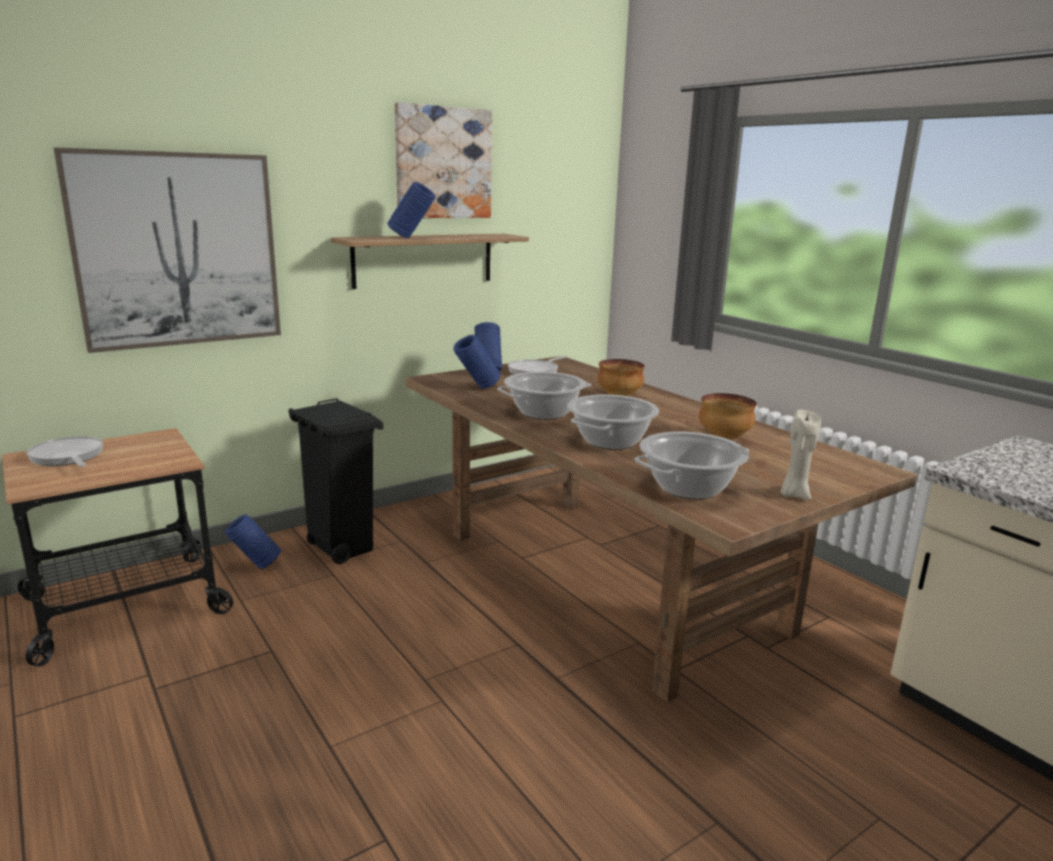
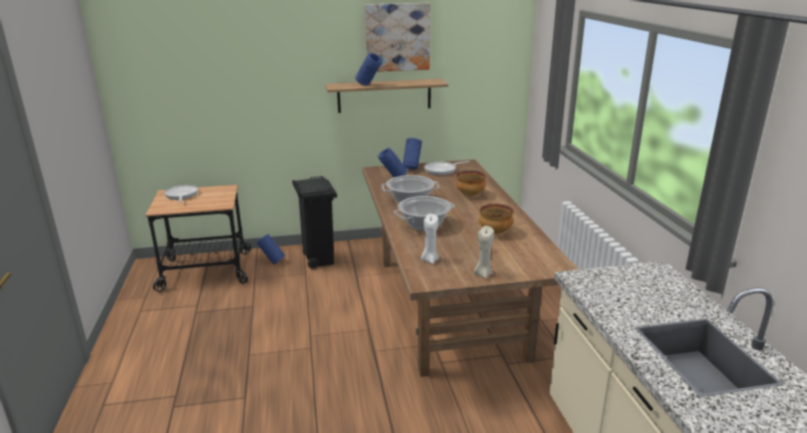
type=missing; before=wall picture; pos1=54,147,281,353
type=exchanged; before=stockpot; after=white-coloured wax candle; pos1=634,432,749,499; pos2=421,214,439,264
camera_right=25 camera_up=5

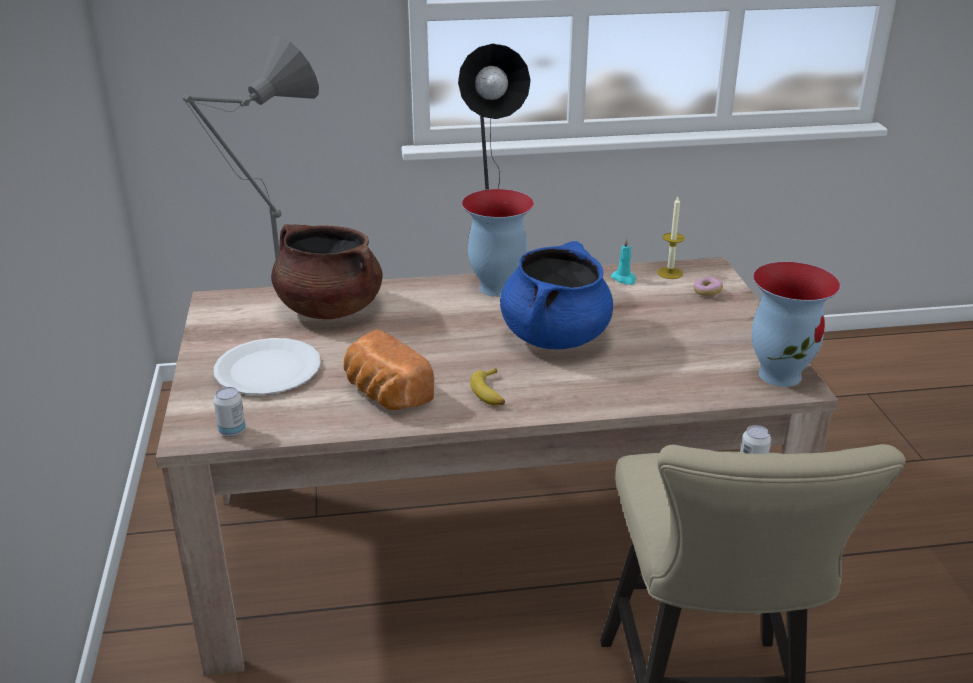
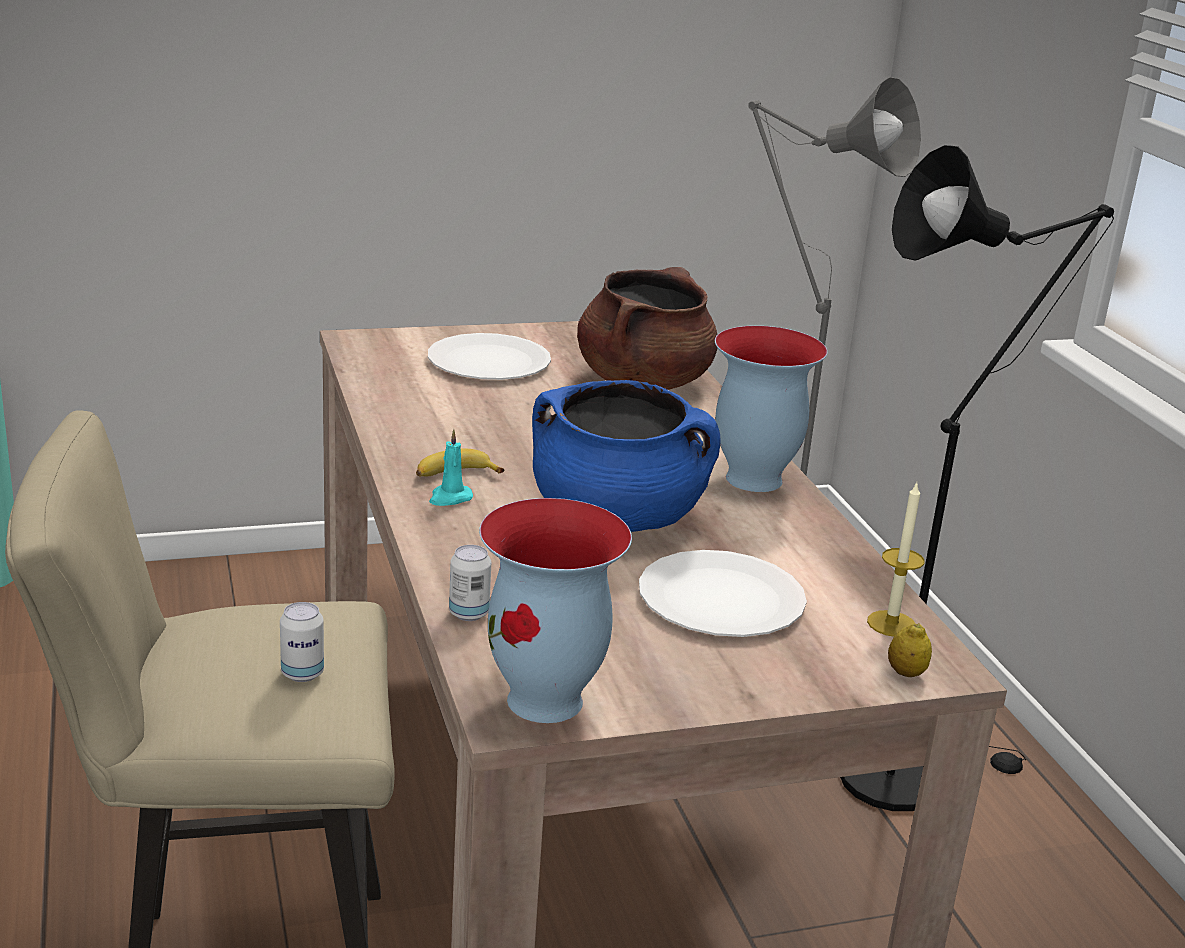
type=relocated; before=blue-green wax candle; pos1=611,238,636,285; pos2=429,429,473,506
type=missing; before=donut; pos1=693,277,723,296
type=missing; before=bread; pos1=344,330,434,410
type=relocated; before=metal can; pos1=214,387,246,437; pos2=449,545,491,621
type=appeared; after=white-coloured dinner plate; pos2=639,550,807,637
type=appeared; after=whole lemon; pos2=888,623,932,677
camera_right=80 camera_up=-5

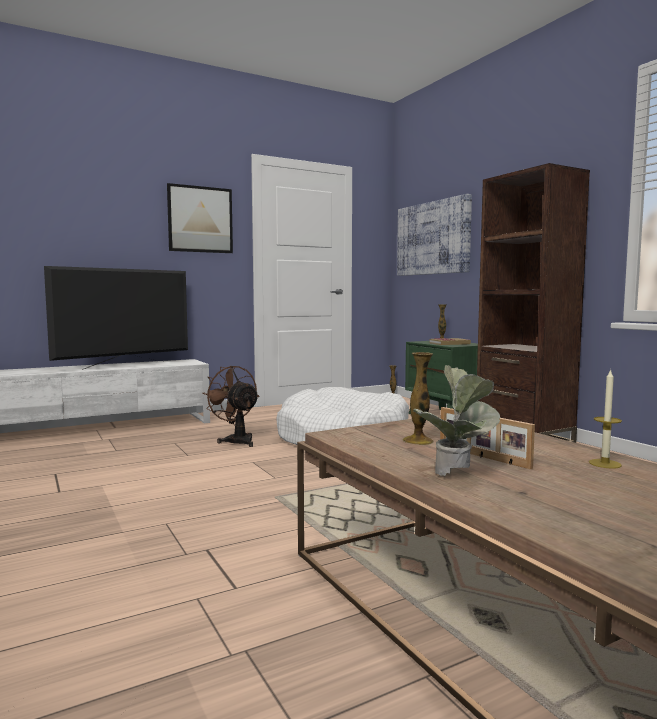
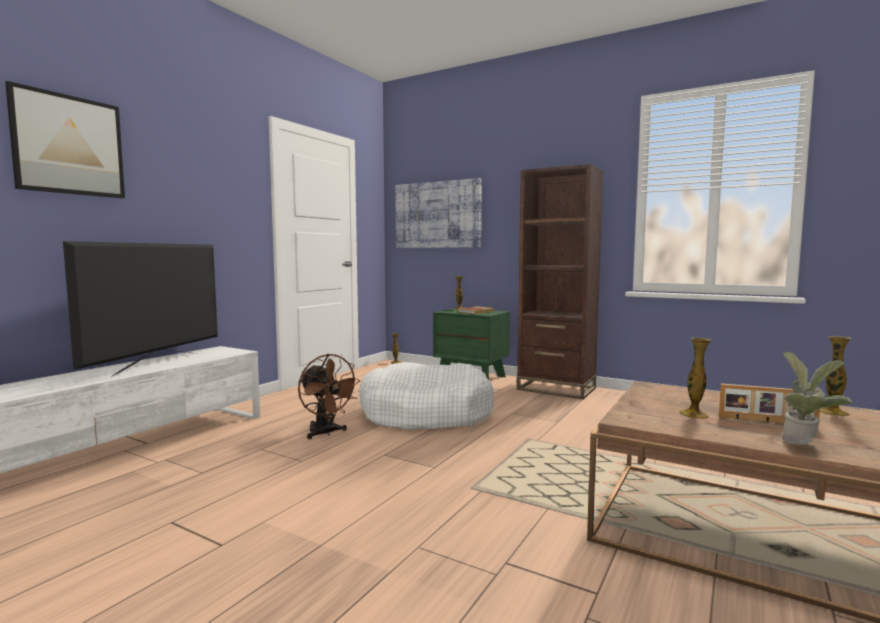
type=relocated; before=wall picture; pos1=167,183,233,253; pos2=5,81,125,198
type=spun; before=brown cooling fan; pos1=202,366,259,447; pos2=298,354,361,439; turn=-150
type=exchanged; before=wax candle; after=vase; pos1=589,369,622,469; pos2=820,336,851,416
camera_right=-30 camera_up=0

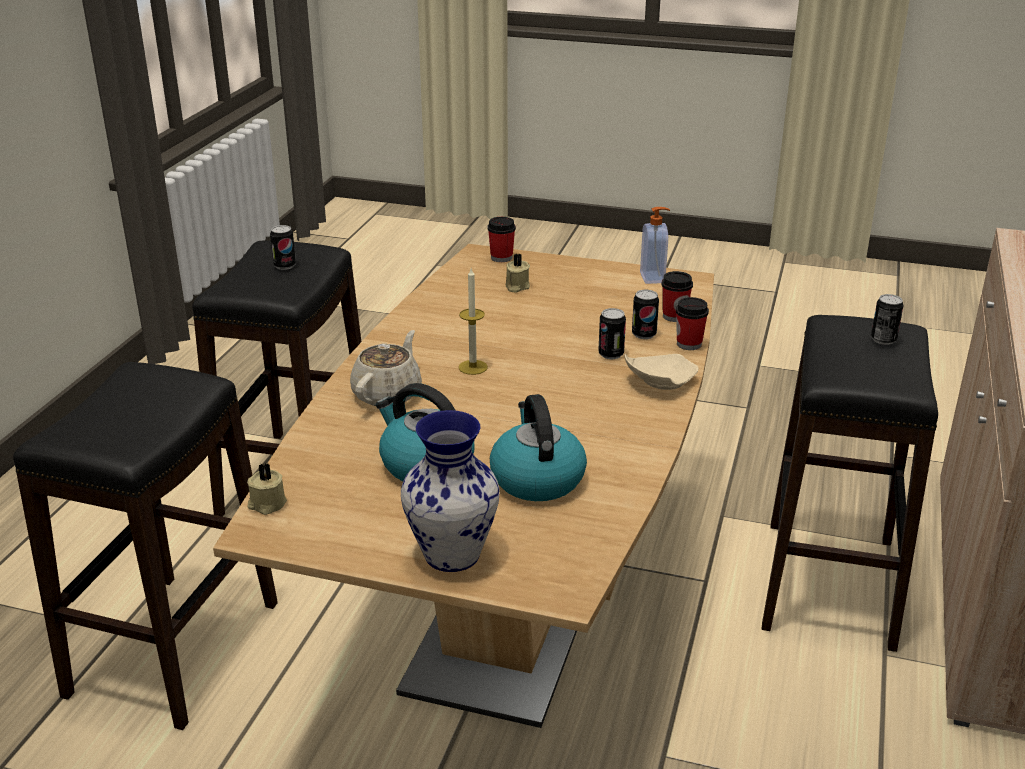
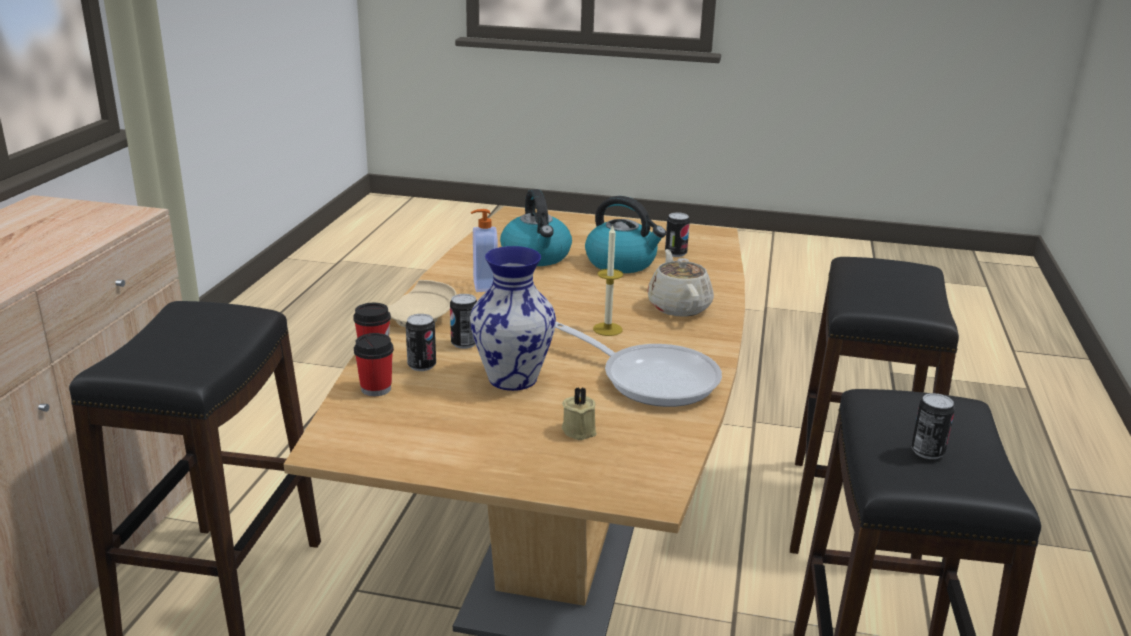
type=relocated; before=soap bottle; pos1=640,207,670,284; pos2=471,209,498,292
type=missing; before=small cup; pos1=487,217,516,262
type=relocated; before=metal can; pos1=871,294,904,345; pos2=665,212,690,257
type=spun; before=beige-coloured tea pot; pos1=350,330,422,406; pos2=647,249,714,317; turn=150
type=relocated; before=vase; pos1=401,410,500,572; pos2=470,246,556,391
type=missing; before=beige-coloured wax candle; pos1=247,463,287,515
type=appeared; after=pan; pos2=555,322,722,407
camera_right=175 camera_up=-5

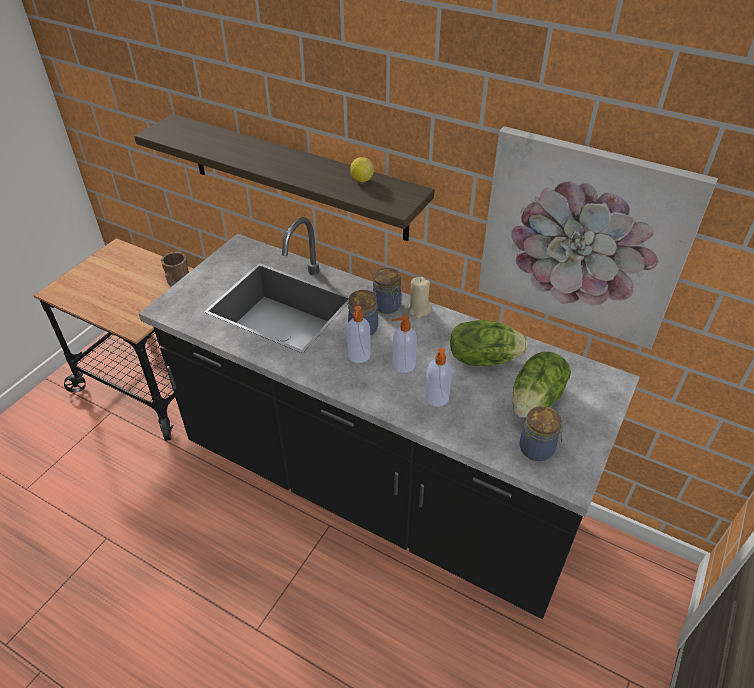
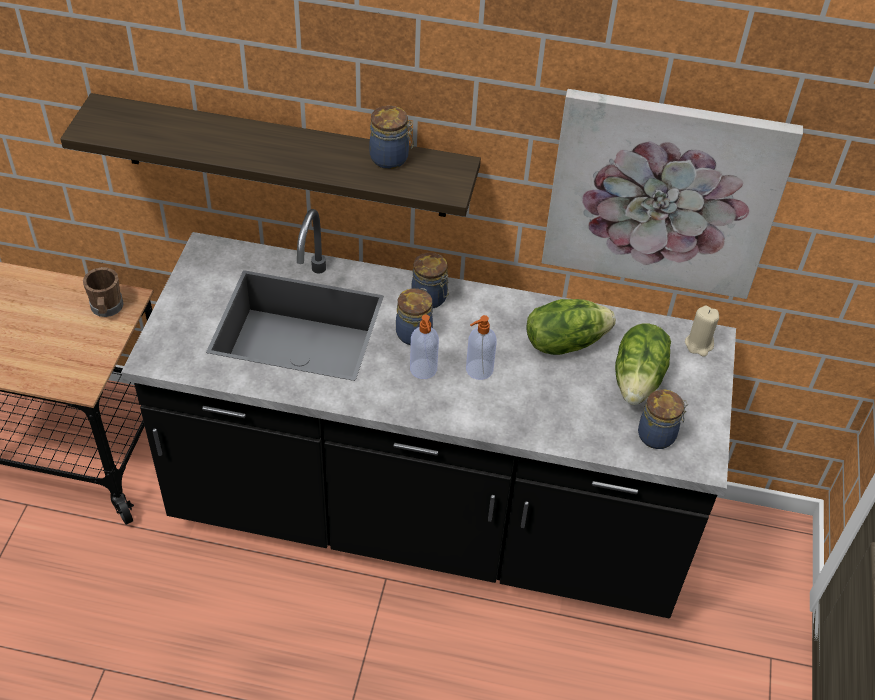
type=exchanged; before=whole lemon; after=storage jar; pos1=351,157,374,182; pos2=369,106,414,169
type=relocated; before=beige-coloured wax candle; pos1=408,277,431,319; pos2=685,305,719,357
type=missing; before=soap bottle; pos1=425,348,452,407
camera_right=-20 camera_up=5

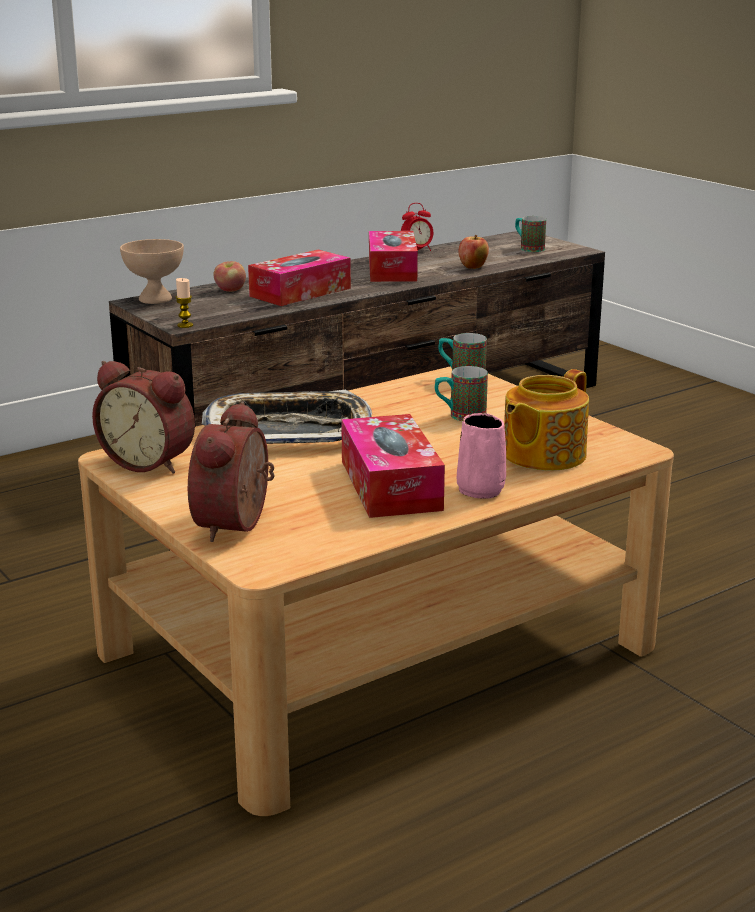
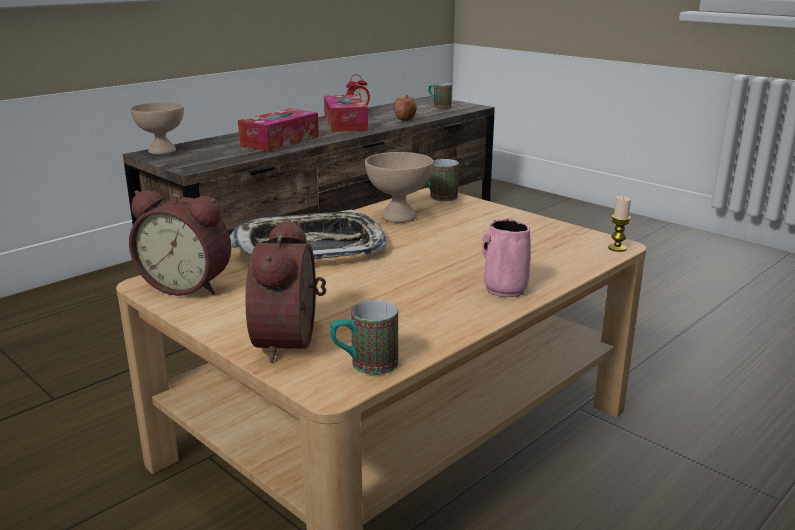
type=missing; before=whole apple; pos1=213,261,246,292
type=relocated; before=wax candle; pos1=175,278,193,328; pos2=608,196,631,252
type=relocated; before=coffee mug; pos1=435,366,488,421; pos2=330,300,398,375
type=missing; before=tea pot; pos1=504,369,589,471
type=missing; before=tissue holder; pos1=341,414,445,518
type=appeared; after=beige-coloured serving bowl; pos2=365,152,433,223
camera_right=-10 camera_up=0

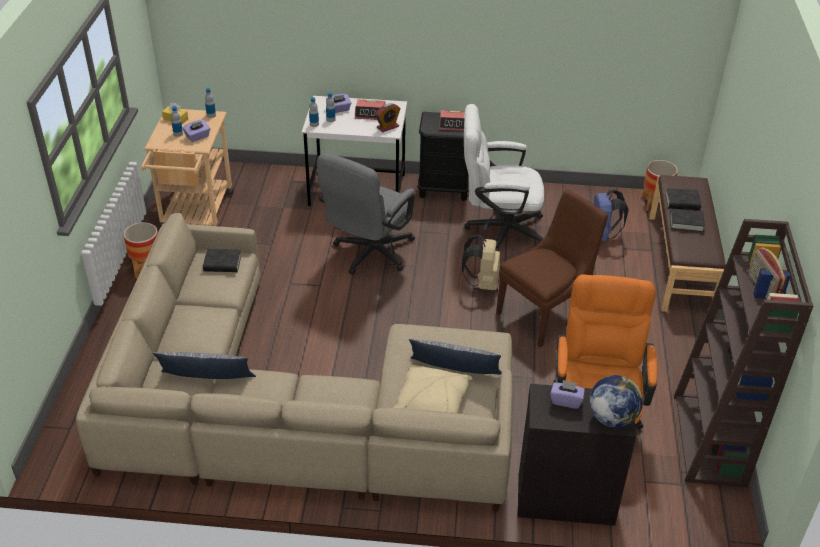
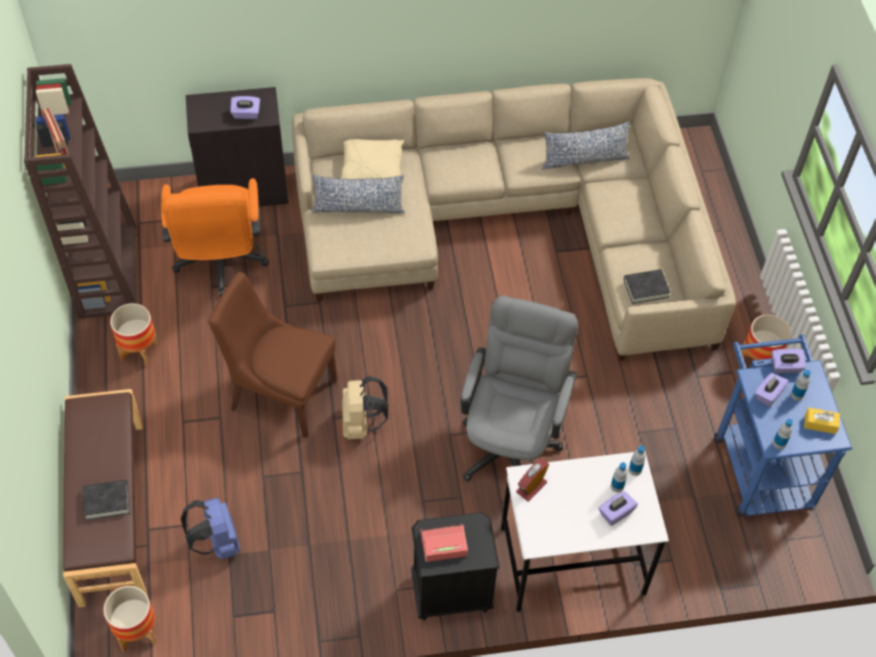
type=missing; before=alarm clock; pos1=355,99,385,120
type=missing; before=white-coloured office chair; pos1=464,104,544,251
type=colour; before=beige-coloured trolley; after=bluish trolley; pos1=141,108,234,227; pos2=714,334,852,516
type=spun; before=brown chair; pos1=496,190,608,348; pos2=208,272,337,438; turn=75
type=missing; before=black volume; pos1=670,208,705,232
type=missing; before=world globe; pos1=589,375,643,428
type=appeared; after=plant pot; pos2=110,303,159,366
type=appeared; after=purplish tissue holder; pos2=772,348,806,373
camera_right=165 camera_up=15

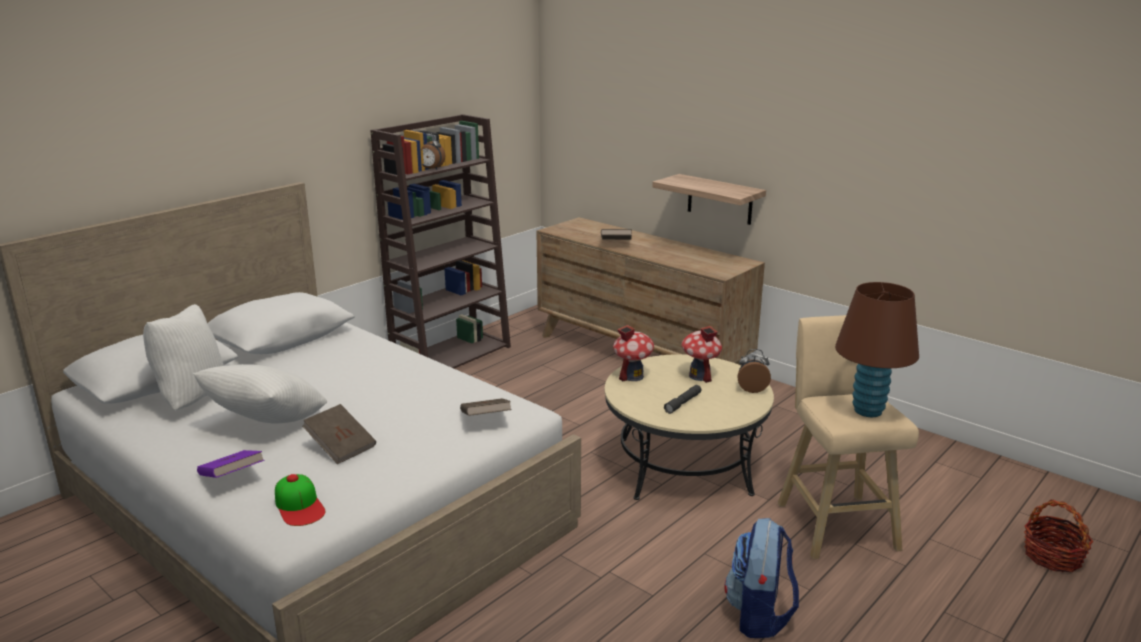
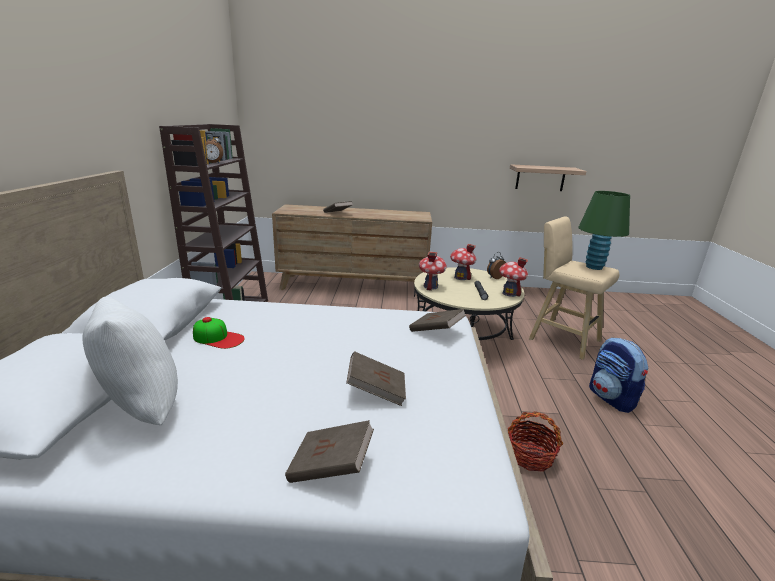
type=relocated; before=shelf; pos1=652,174,766,225; pos2=510,164,586,191
type=colour; before=brown lamp for a table; after=green-coloured lamp for a table; pos1=835,282,919,417; pos2=578,191,630,270
type=missing; before=white-coloured cushion; pos1=193,364,327,424
type=colour; before=purplish volume; after=brown volume; pos1=197,450,265,478; pos2=285,420,374,483
type=relocated; before=peaked cap; pos1=275,474,325,526; pos2=193,317,245,349
type=relocated; before=basket; pos1=1024,499,1094,572; pos2=508,411,563,472
type=appeared; after=model house; pos2=499,257,528,297
camera_right=-40 camera_up=0

